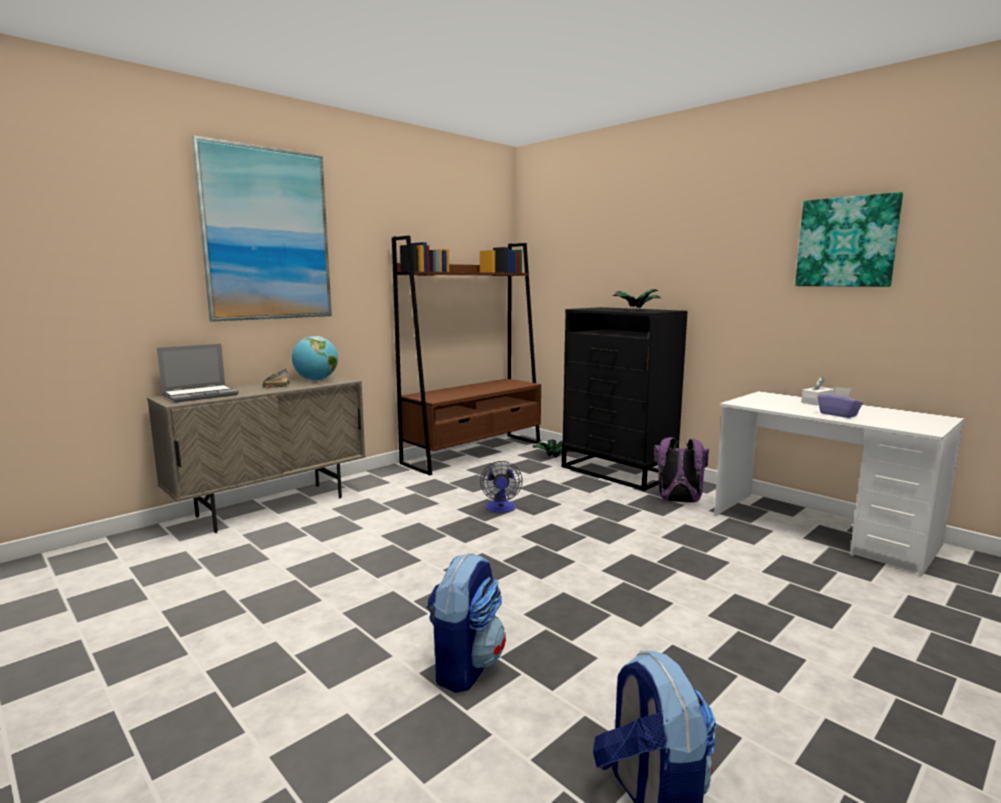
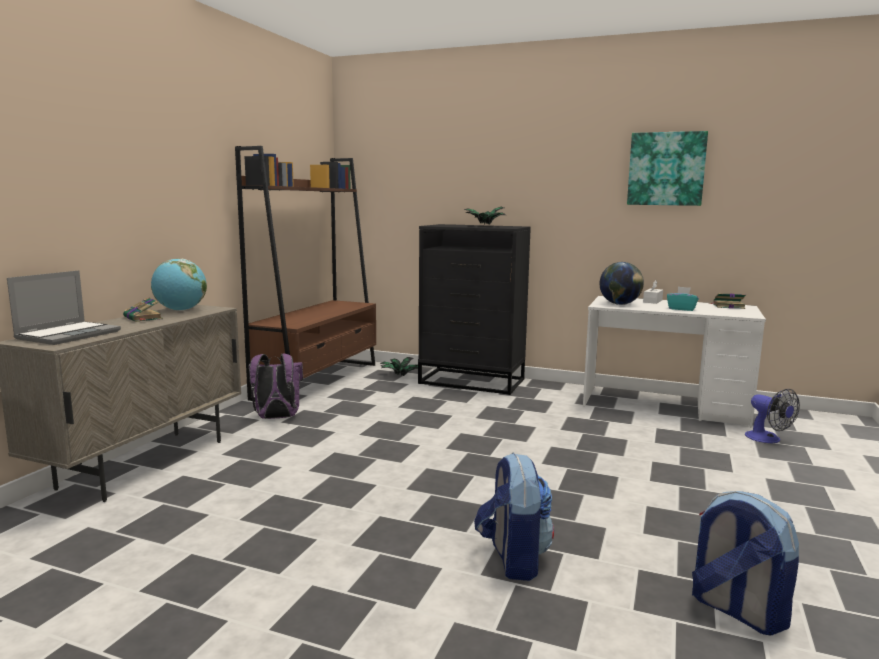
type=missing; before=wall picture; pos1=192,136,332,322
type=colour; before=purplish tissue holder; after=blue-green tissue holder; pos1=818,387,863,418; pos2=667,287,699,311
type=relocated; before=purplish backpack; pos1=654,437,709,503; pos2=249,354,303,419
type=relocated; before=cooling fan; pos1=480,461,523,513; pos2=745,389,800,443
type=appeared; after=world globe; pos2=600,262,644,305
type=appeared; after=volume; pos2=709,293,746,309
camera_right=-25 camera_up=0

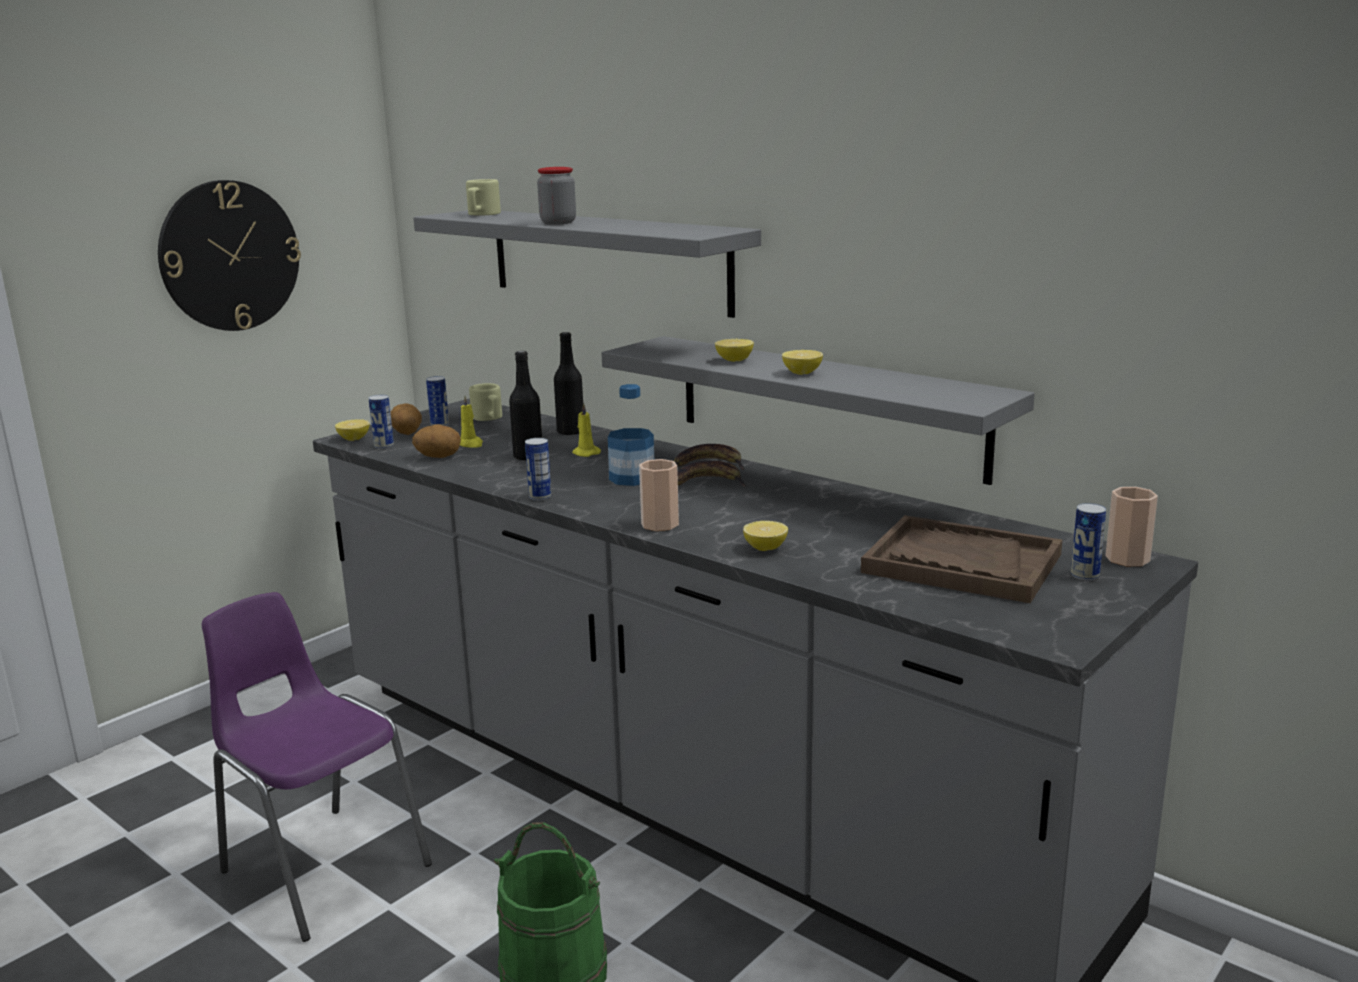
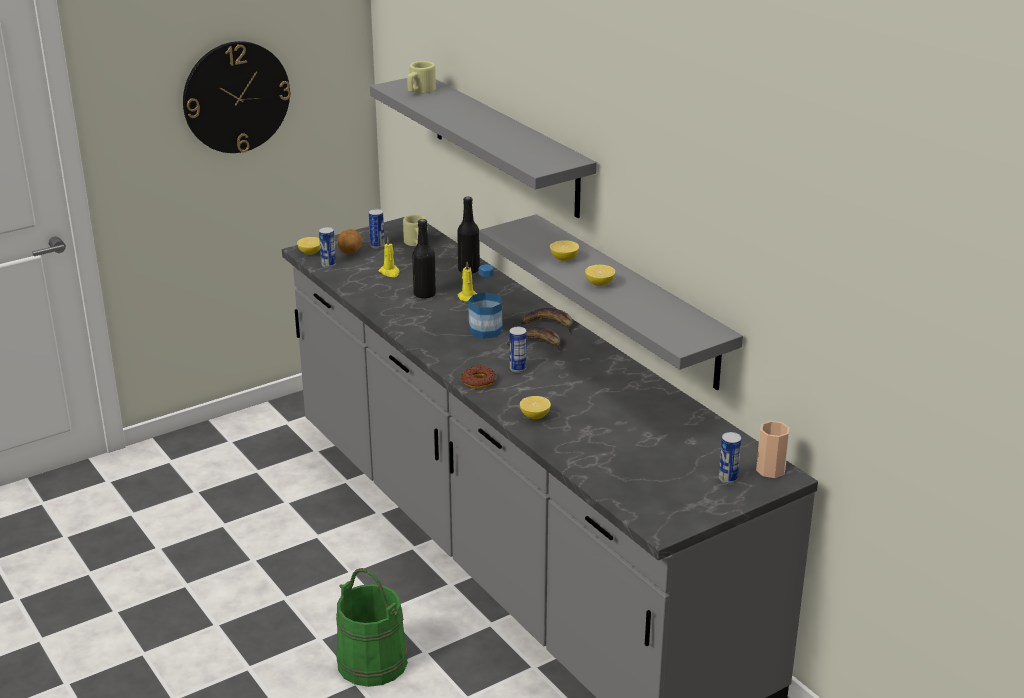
type=missing; before=storage jar; pos1=537,167,576,225
type=missing; before=spud; pos1=412,424,461,458
type=relocated; before=metal can; pos1=525,438,551,501; pos2=509,327,526,373
type=exchanged; before=small cup; after=donut; pos1=639,459,679,531; pos2=461,366,496,388
type=missing; before=brown serving tray; pos1=861,515,1062,603
type=missing; before=purplish chair; pos1=202,592,432,942
camera_right=15 camera_up=10

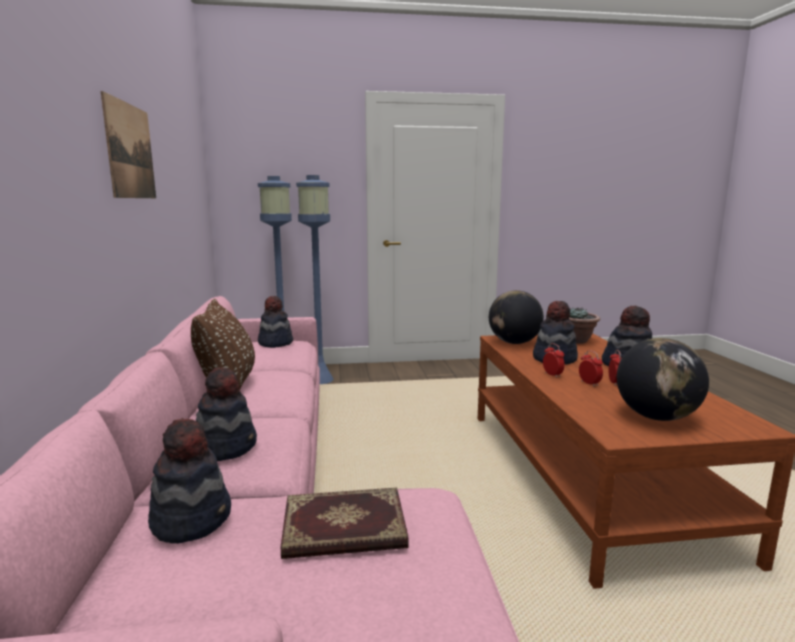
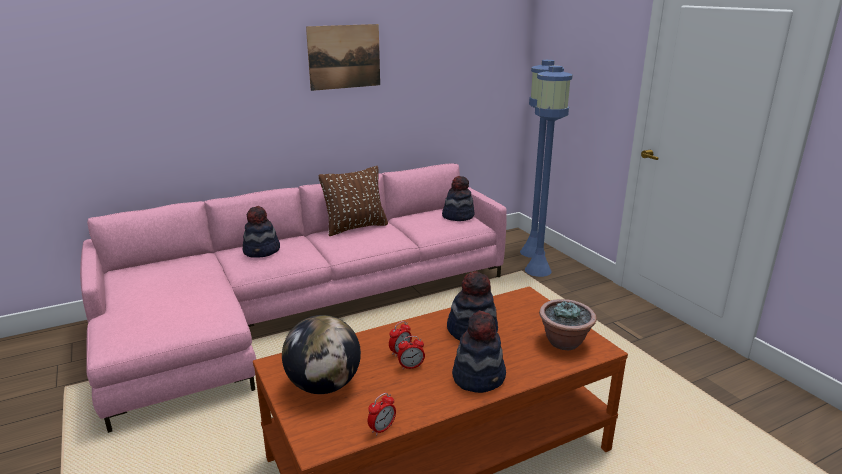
type=missing; before=world globe; pos1=489,290,544,344
type=relocated; before=alarm clock; pos1=543,343,565,378; pos2=368,393,396,436
type=missing; before=wearable hat; pos1=148,418,231,544
type=missing; before=volume; pos1=281,487,409,559
camera_right=70 camera_up=10

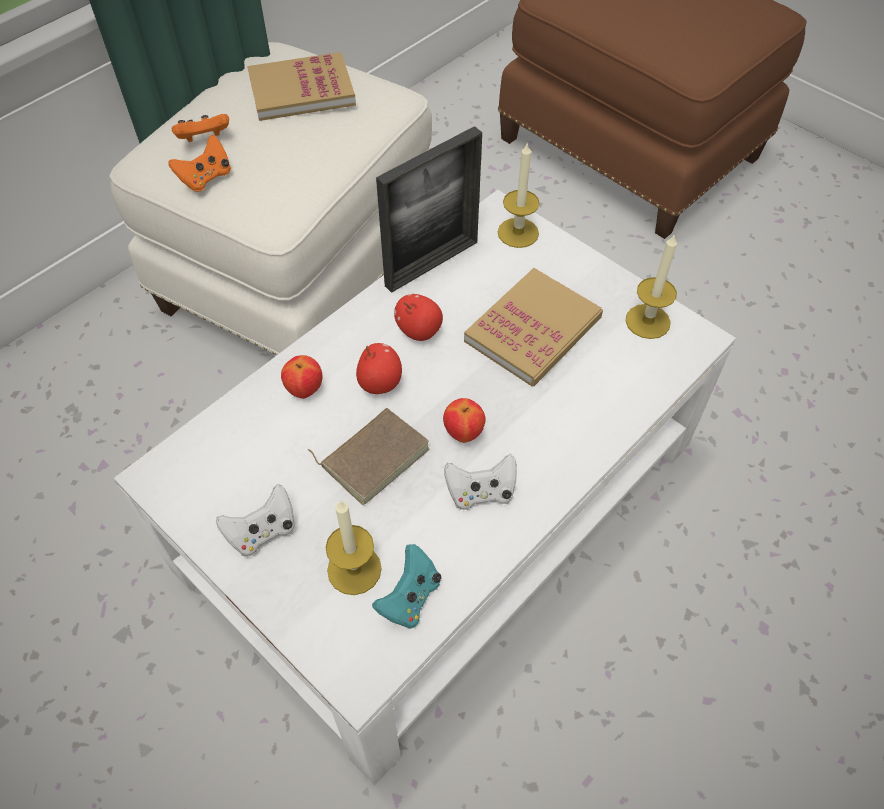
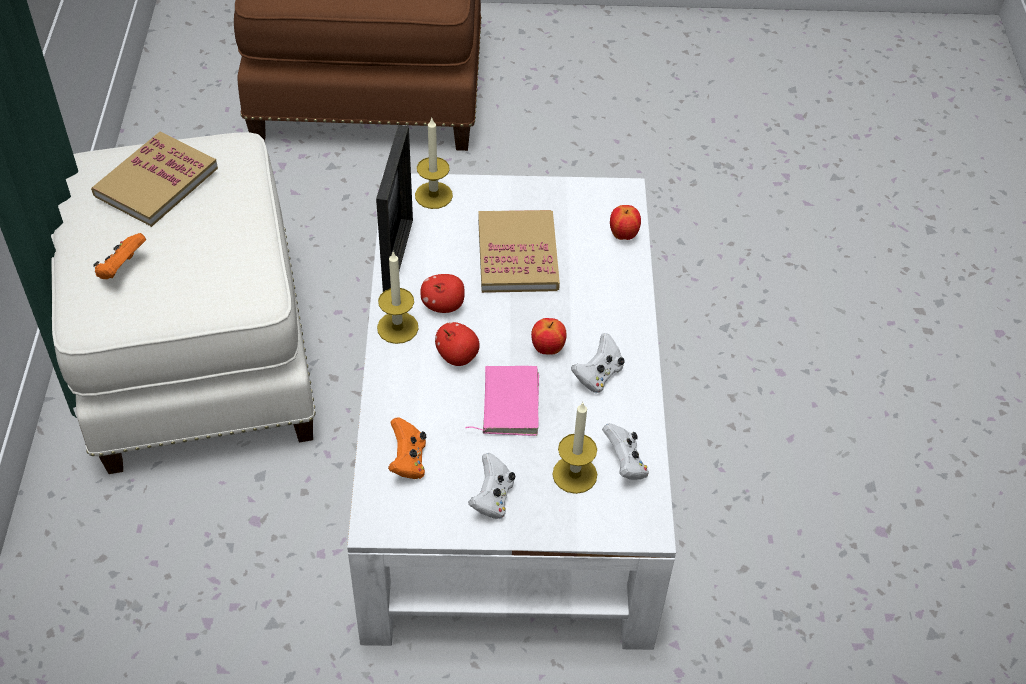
type=relocated; before=orange-coloured game controller; pos1=169,134,231,192; pos2=388,417,426,479
type=relocated; before=wax candle; pos1=626,233,677,339; pos2=377,252,419,344
type=relocated; before=whole apple; pos1=281,355,322,399; pos2=610,205,641,240
type=colour; before=brown volume; after=pink-coloured volume; pos1=308,408,429,505; pos2=465,366,539,436
type=colour; before=blue-green game controller; after=white-coloured game controller; pos1=372,544,441,629; pos2=602,423,649,480
camera_right=-45 camera_up=-5

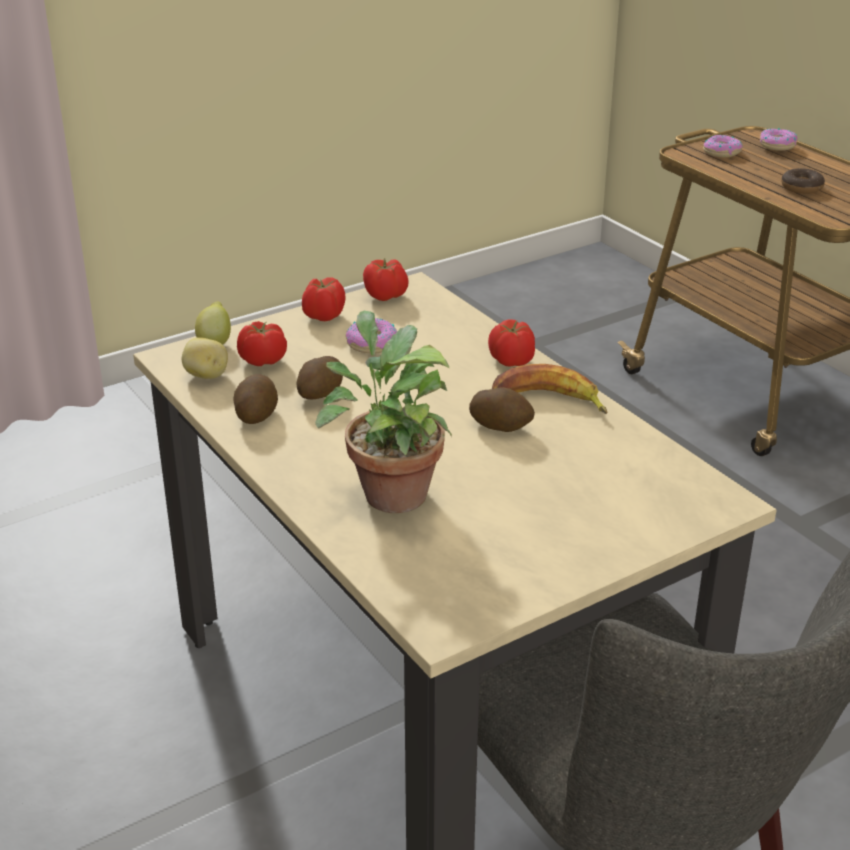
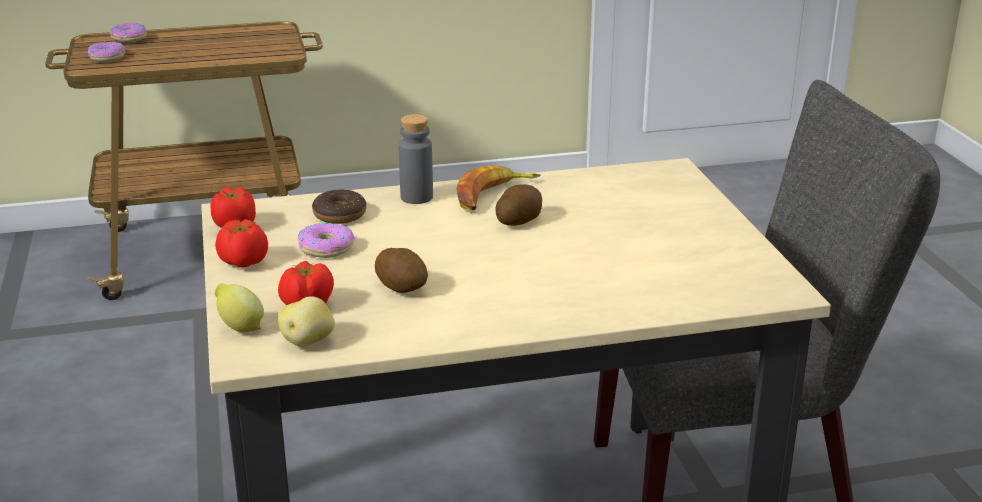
type=relocated; before=donut; pos1=781,168,825,194; pos2=312,189,366,224
type=missing; before=houseplant; pos1=315,311,452,513
type=exchanged; before=fresh tomato; after=grey drink bottle; pos1=488,319,535,367; pos2=399,114,433,204
type=missing; before=spud; pos1=234,374,278,424
camera_right=-70 camera_up=-5

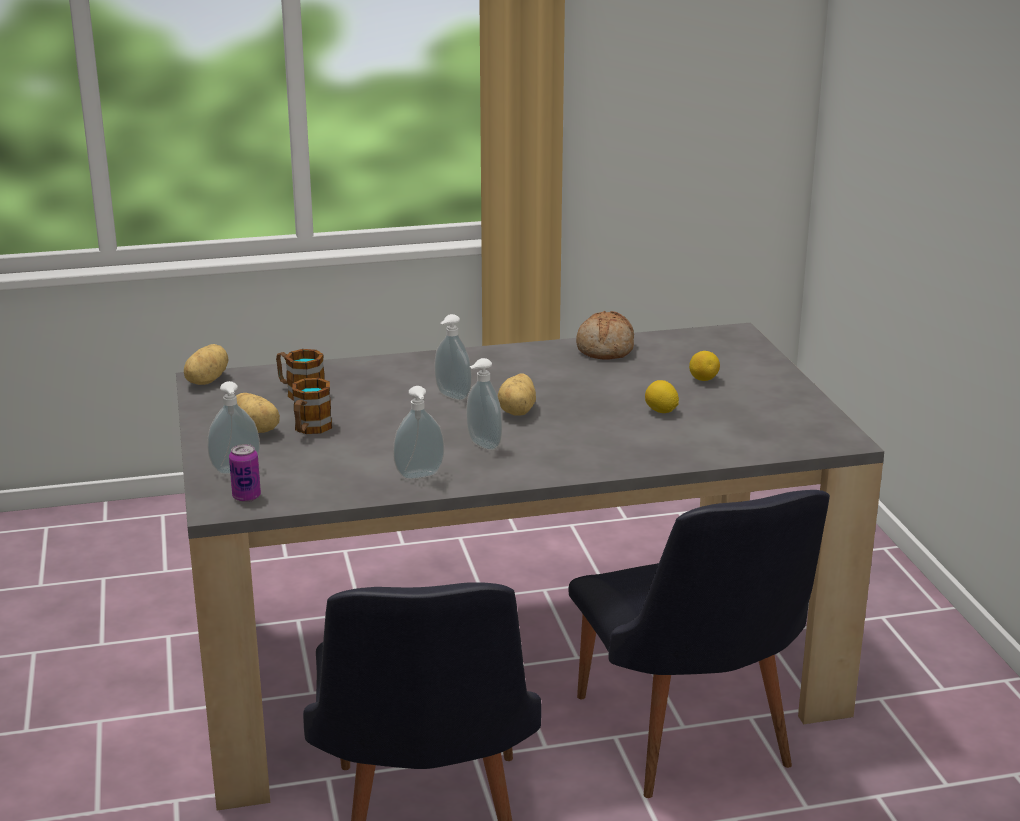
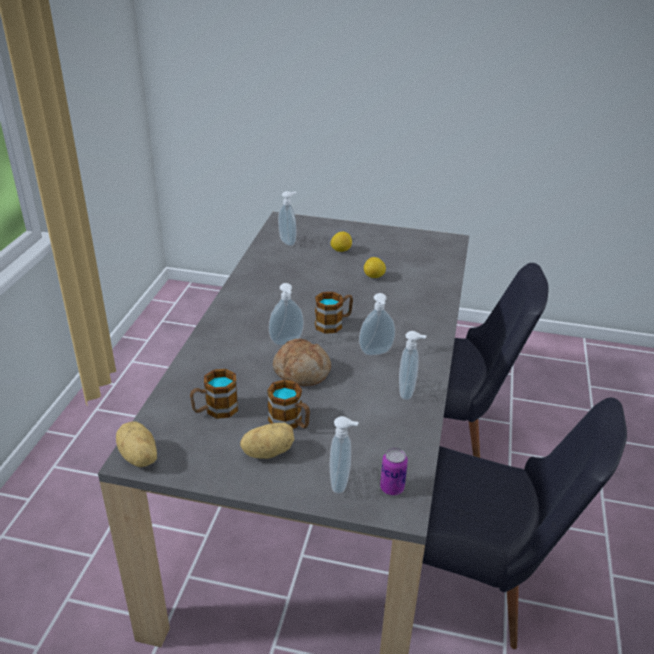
type=relocated; before=bread; pos1=576,311,634,360; pos2=273,339,331,386
type=exchanged; before=spud; after=coffee mug; pos1=498,374,536,416; pos2=315,292,353,334
type=appeared; after=soap bottle; pos2=278,191,296,246
camera_right=-65 camera_up=10

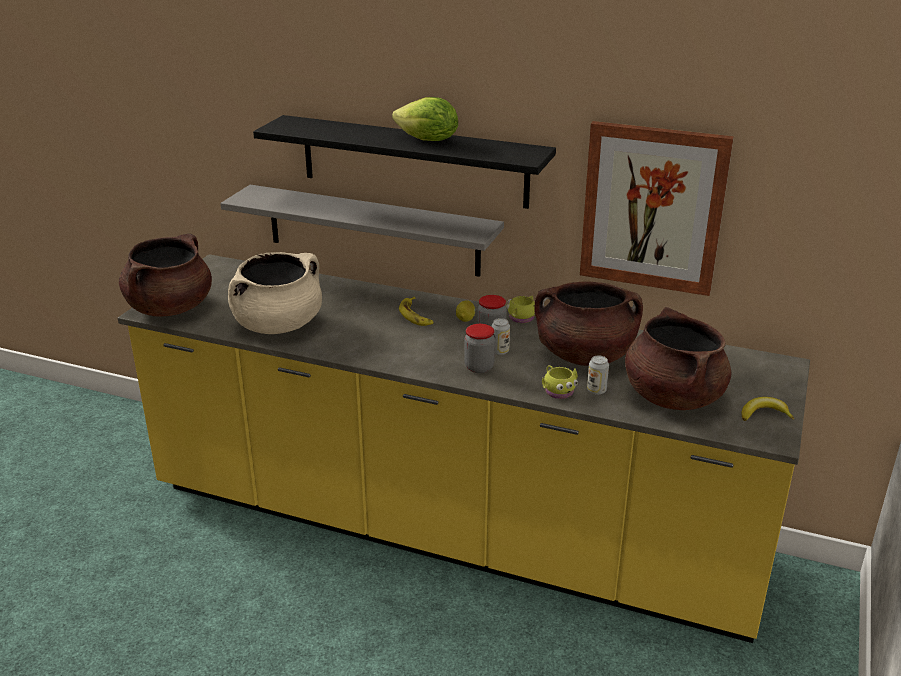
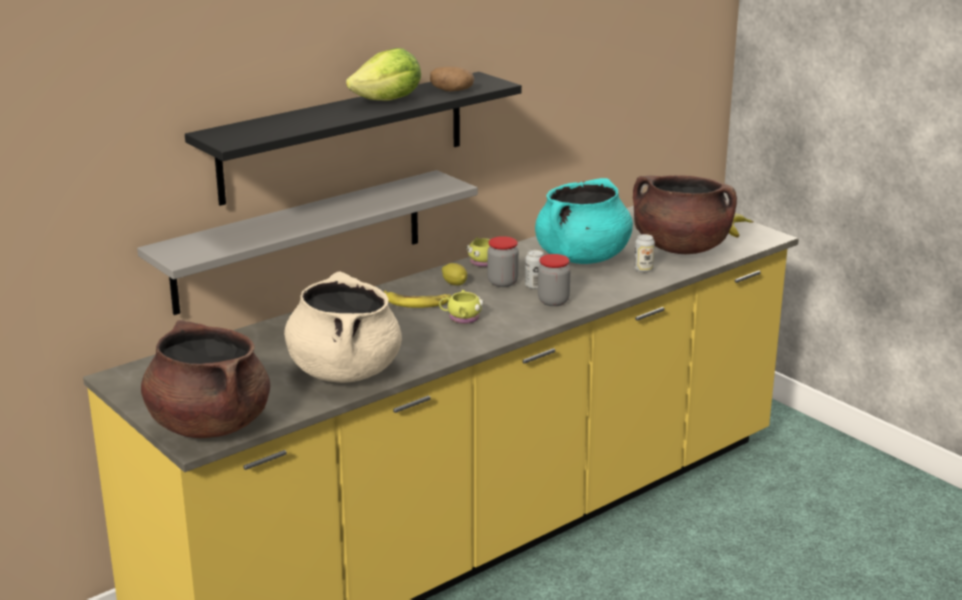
type=missing; before=wall picture; pos1=580,121,734,296
type=colour; before=brown stockpot; after=blue-green stockpot; pos1=535,281,643,366; pos2=535,178,633,264
type=relocated; before=yellowish coffee mug; pos1=542,365,578,399; pos2=439,290,484,324
type=appeared; after=spud; pos2=430,67,474,91
camera_right=-60 camera_up=-5

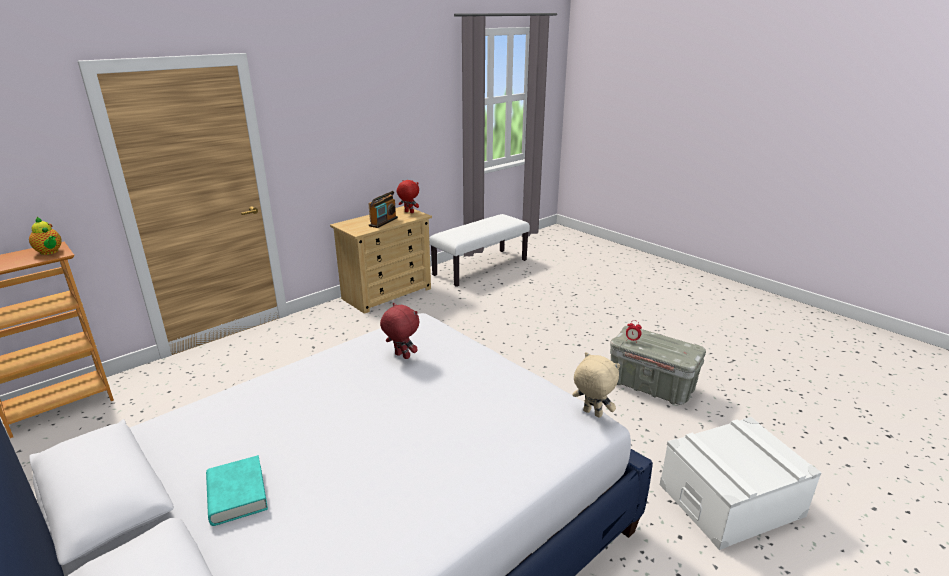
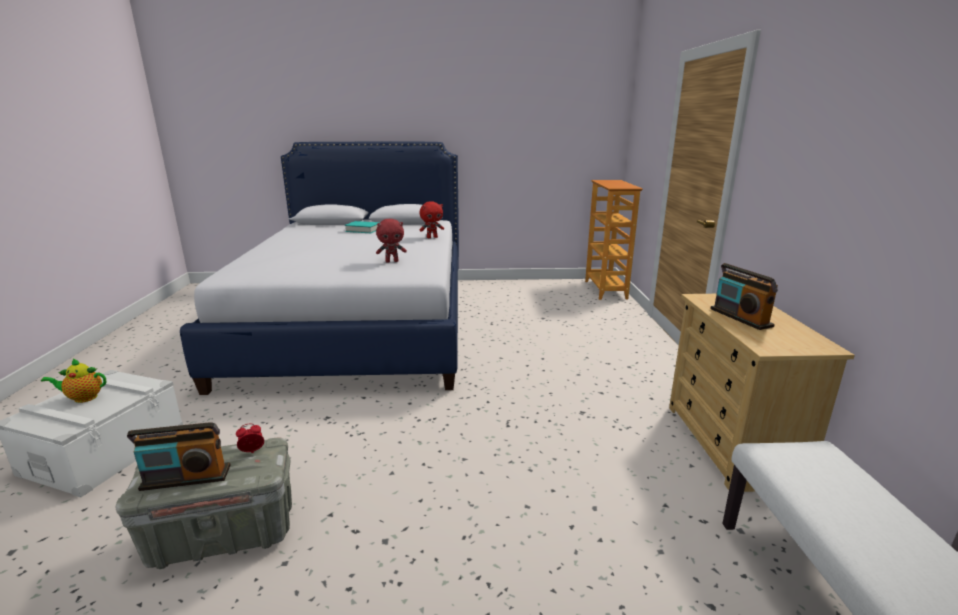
type=relocated; before=red cuddly toy; pos1=397,180,419,213; pos2=420,201,444,238
type=relocated; before=tea pot; pos1=29,217,62,255; pos2=41,359,106,403
type=missing; before=beige-coloured cuddly toy; pos1=572,352,620,418
type=appeared; after=radio; pos2=127,422,231,491
camera_right=130 camera_up=-5

